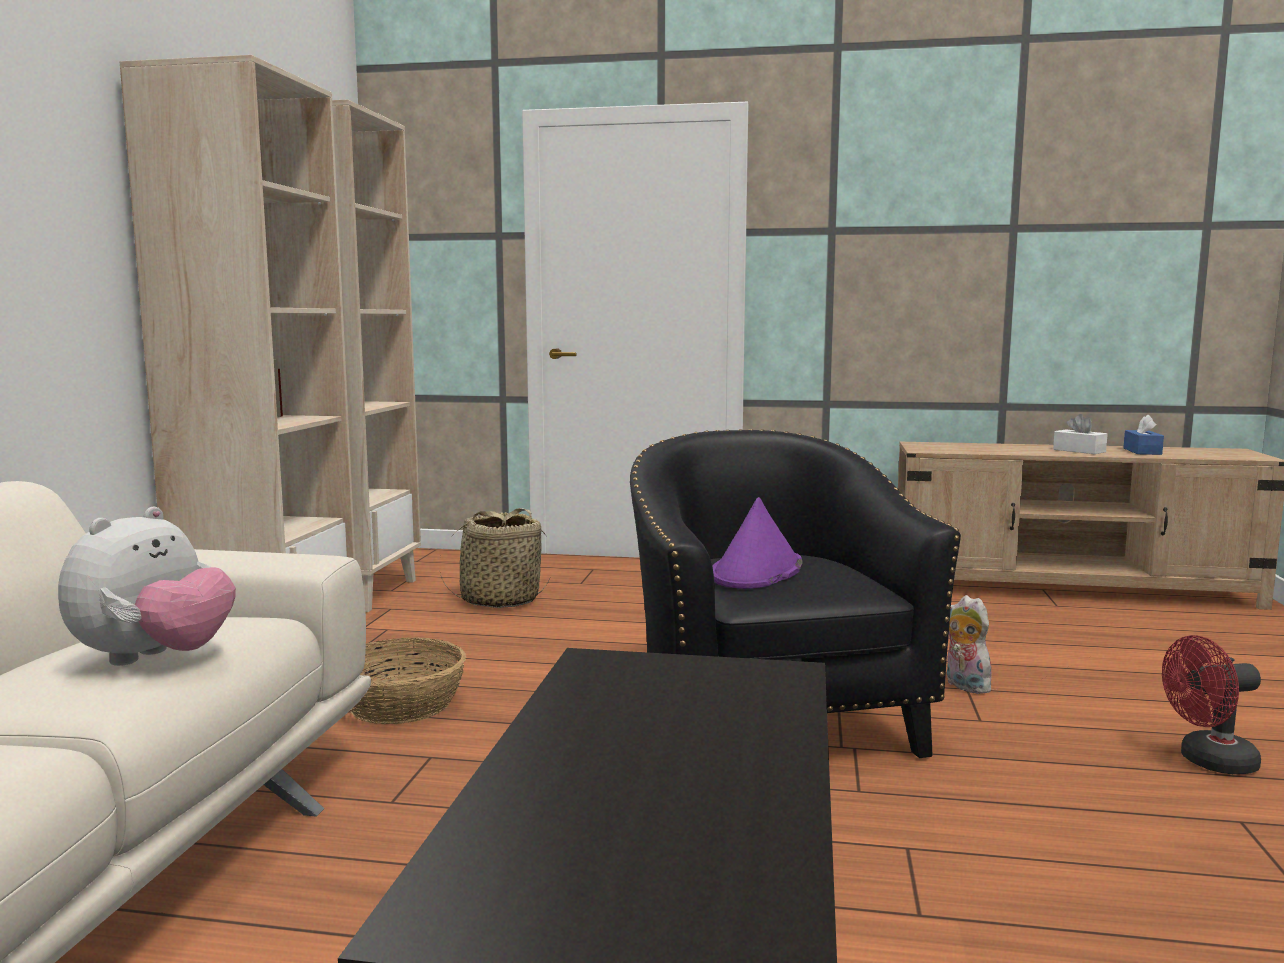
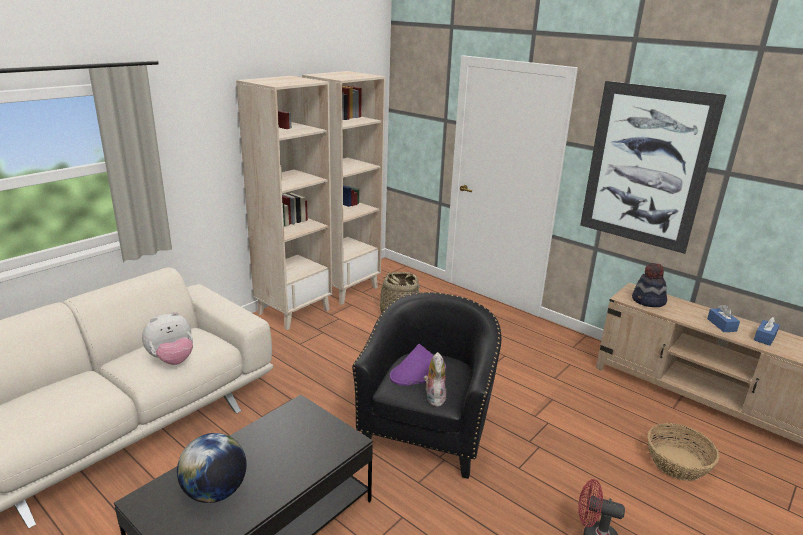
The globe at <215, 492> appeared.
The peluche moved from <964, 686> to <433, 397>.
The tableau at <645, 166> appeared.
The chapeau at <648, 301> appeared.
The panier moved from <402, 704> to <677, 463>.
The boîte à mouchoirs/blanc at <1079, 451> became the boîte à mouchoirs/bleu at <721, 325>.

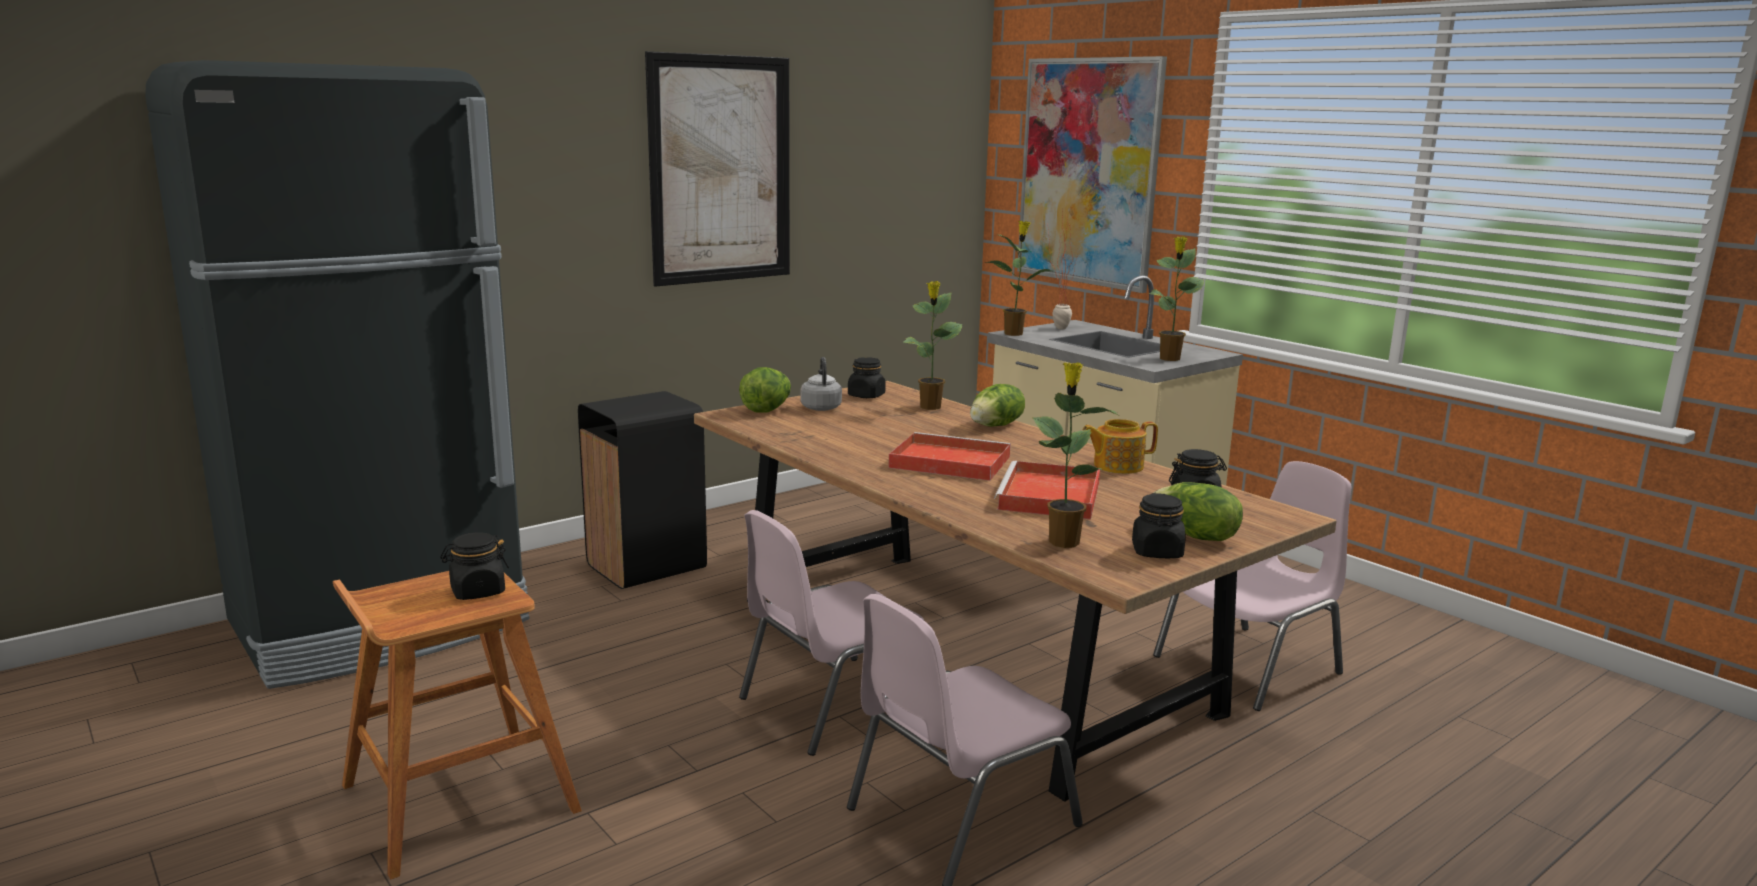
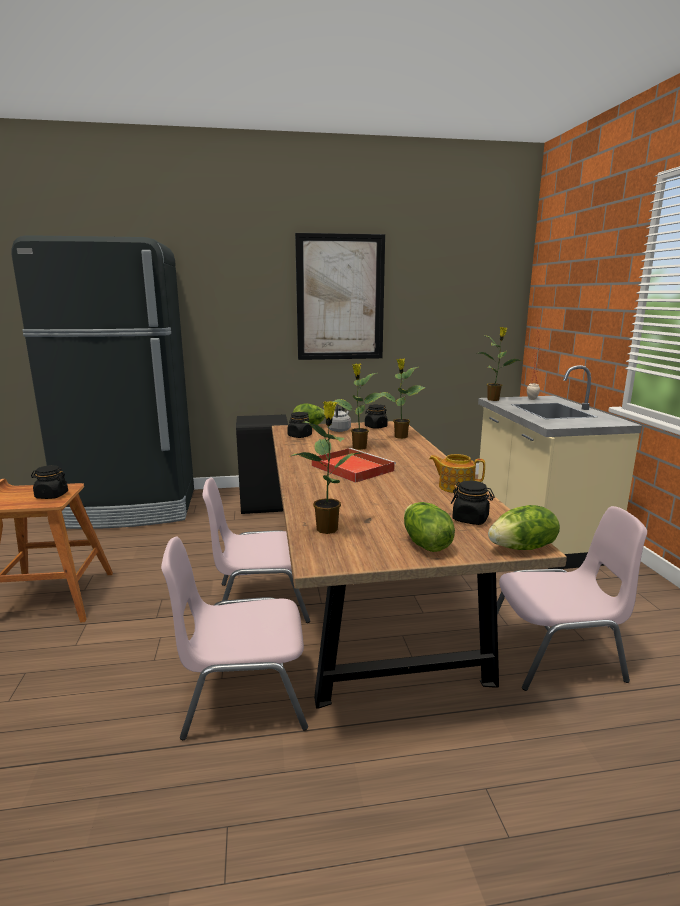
The bocal/noir moved from <1157, 552> to <299, 436>.
The plante en pot moved from <1169, 359> to <358, 448>.
The laitue moved from <996, 426> to <523, 548>.
The plateau/rouge at <1050, 497> disappeared.
The tableau at <1088, 172> disappeared.

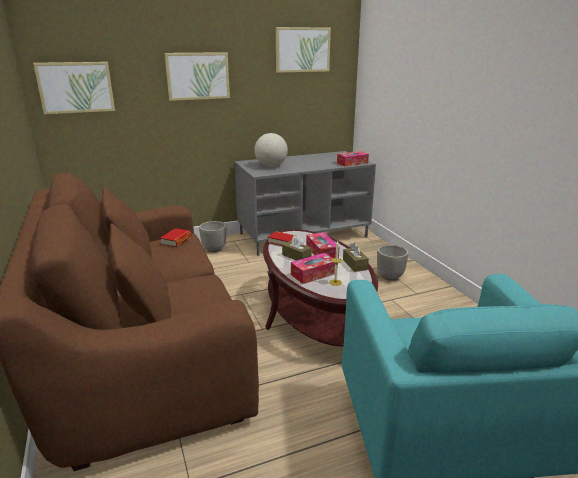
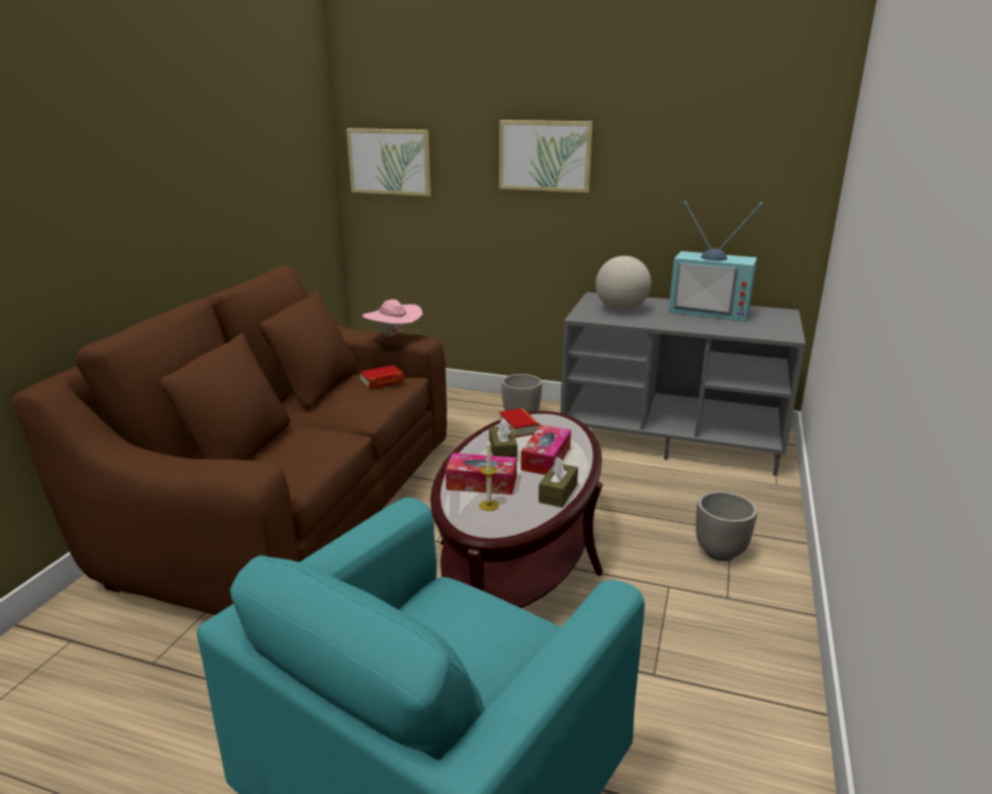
The chapeau/rose at <394, 337> appeared.
The téléviseur at <710, 311> appeared.
The tableau at <302, 50> disappeared.
The boîte à mouchoirs at <352, 163> disappeared.

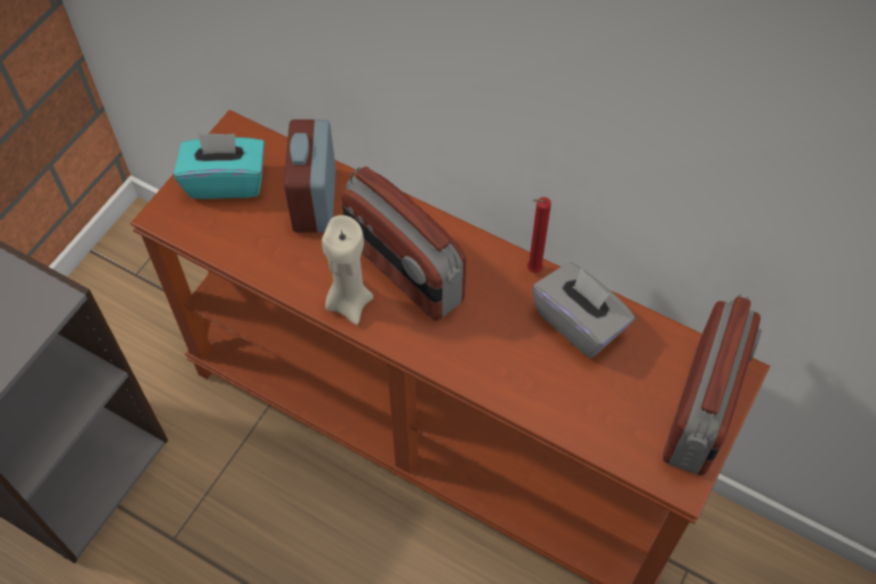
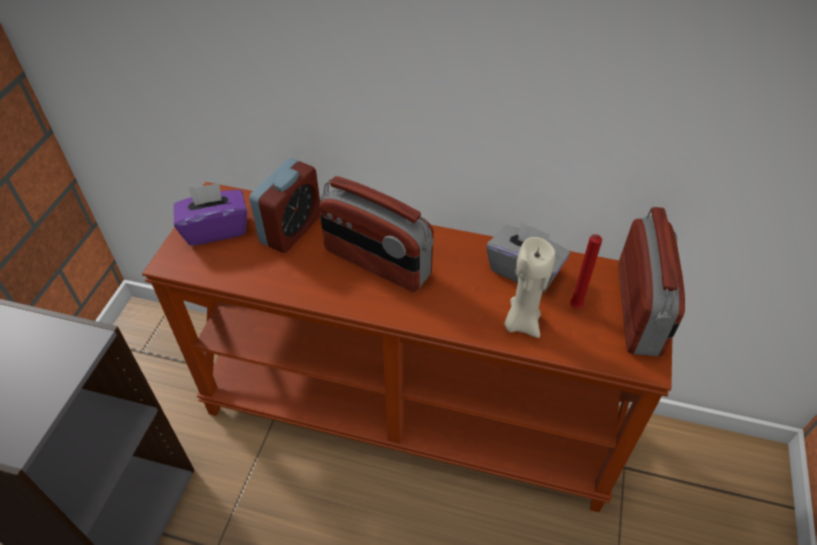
The boîte à mouchoirs/turquoise at <226, 181> became the boîte à mouchoirs/violet at <216, 229>.
The réveil at <315, 201> turned 135 degrees counterclockwise.
The bougie/beige moved from <349, 302> to <521, 322>.
The bougie/rouge moved from <532, 270> to <574, 307>.

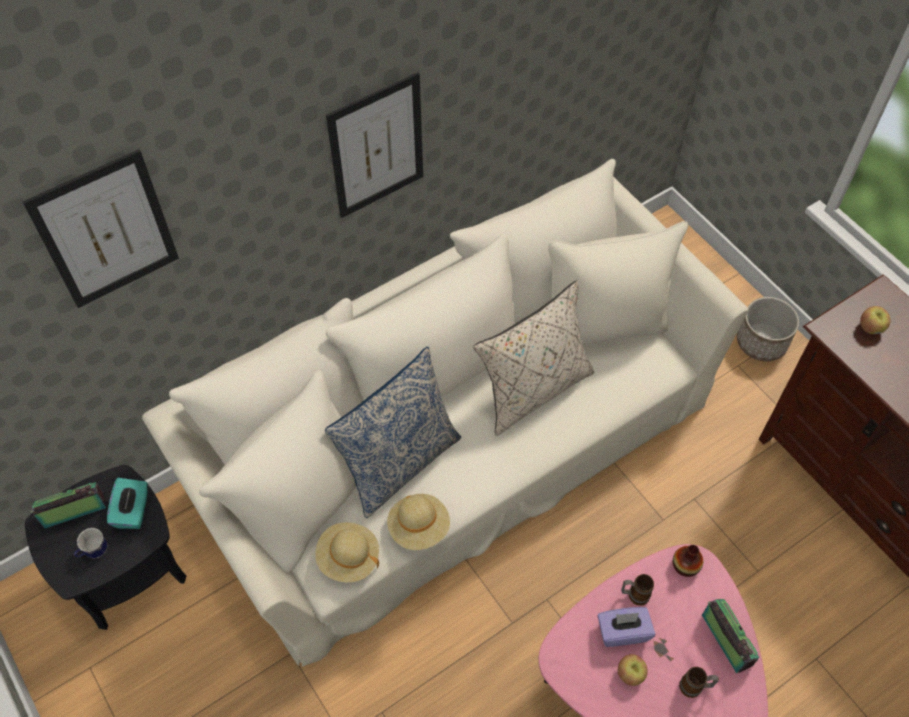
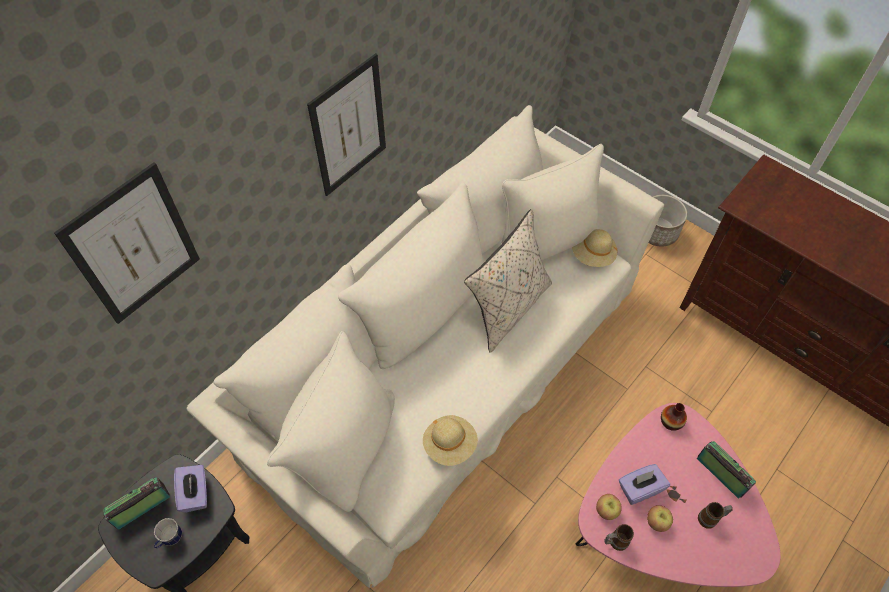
The boîte à mouchoirs/turquoise at <133, 511> became the boîte à mouchoirs/violet at <196, 493>.
The chapeau/beige moved from <348, 558> to <592, 255>.
The pomme moved from <870, 328> to <606, 510>.
The mug moved from <634, 595> to <614, 542>.
The coussin at <399, 462> disappeared.

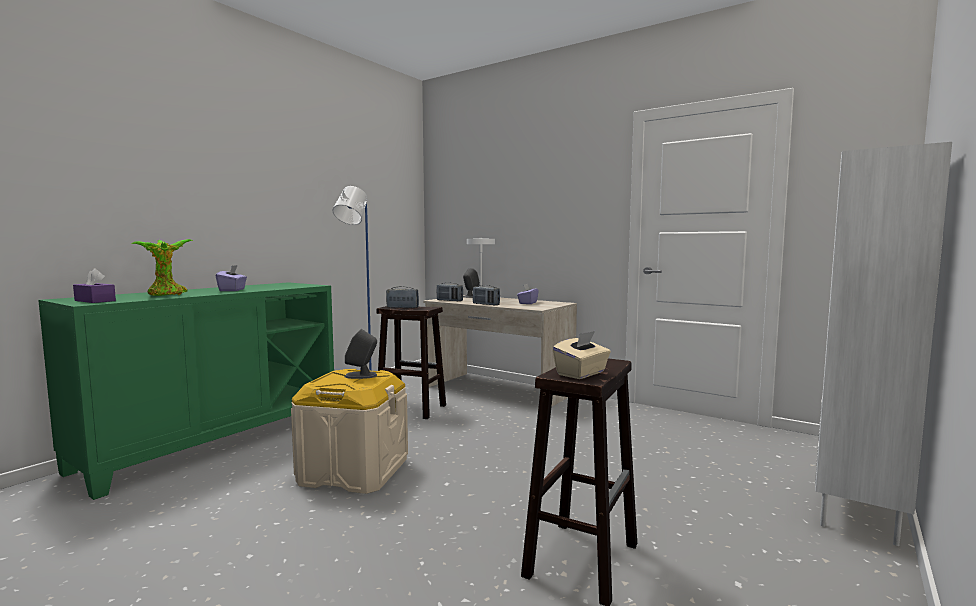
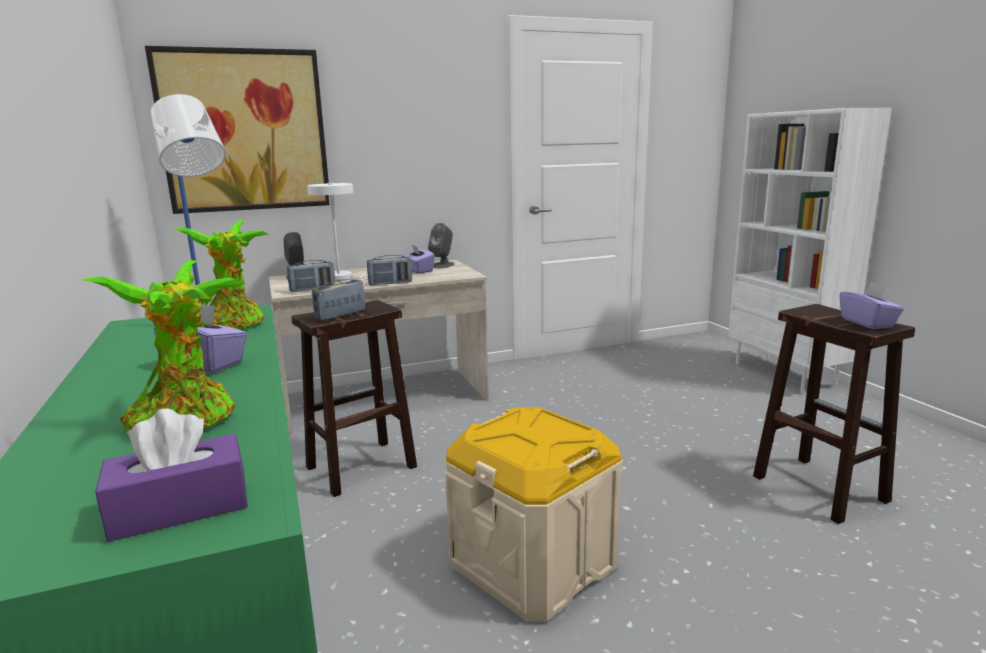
The tableau at <244, 131> appeared.
The plante en pot at <232, 325> appeared.
The enceinte/gris moved from <361, 375> to <442, 265>.
The boîte à mouchoirs/beige at <581, 373> became the boîte à mouchoirs/violet at <867, 323>.

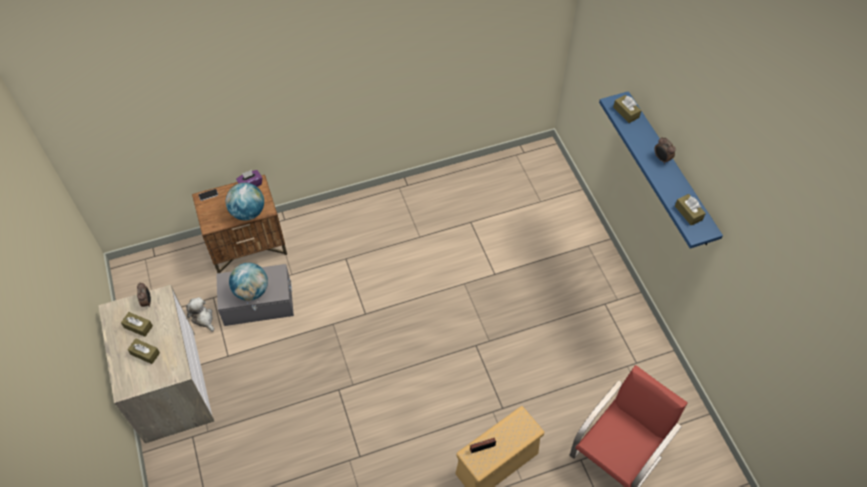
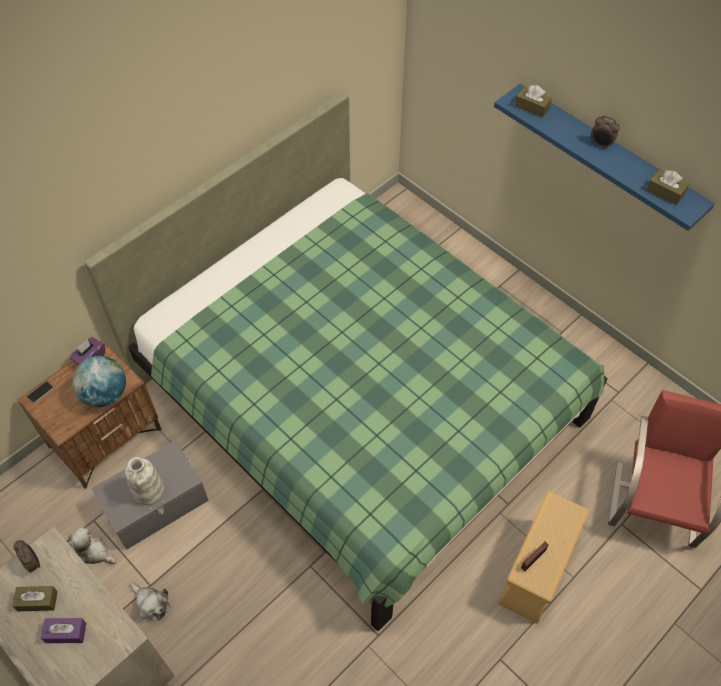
The boîte à mouchoirs/marron at <145, 353> became the boîte à mouchoirs/violet at <66, 633>.
The lit/vert at <359, 402> appeared.
The globe at <251, 291> was replaced by the vase/blanc at <149, 491>.
The peluche at <151, 603> appeared.

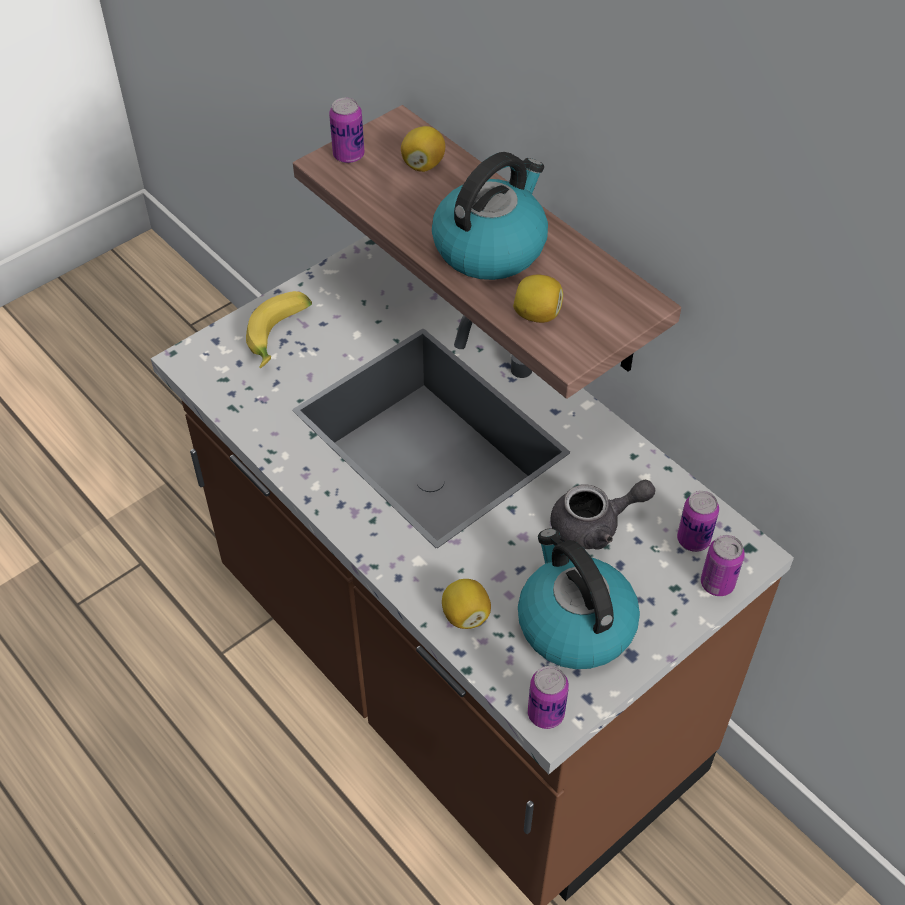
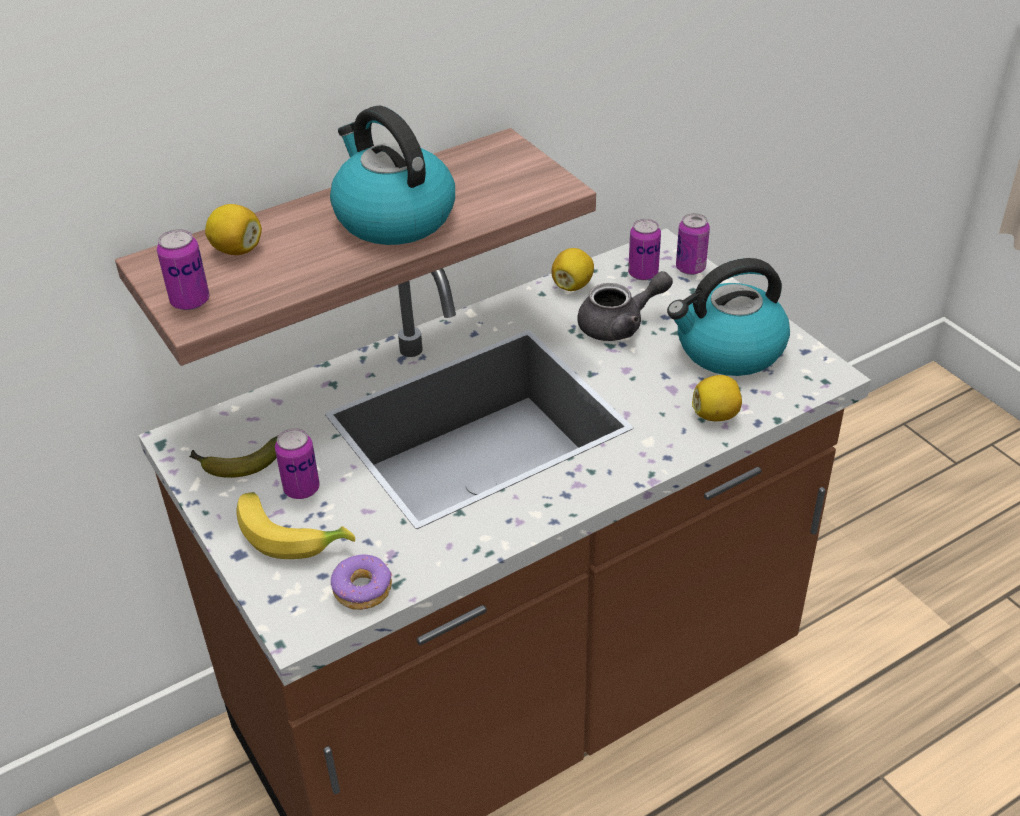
The banane at <236, 464> appeared.
The boîte métallique moved from <545, 714> to <301, 489>.
The beignet at <363, 589> appeared.
The citron moved from <537, 314> to <572, 285>.
The théière/gris at <595, 526> turned 75 degrees clockwise.

